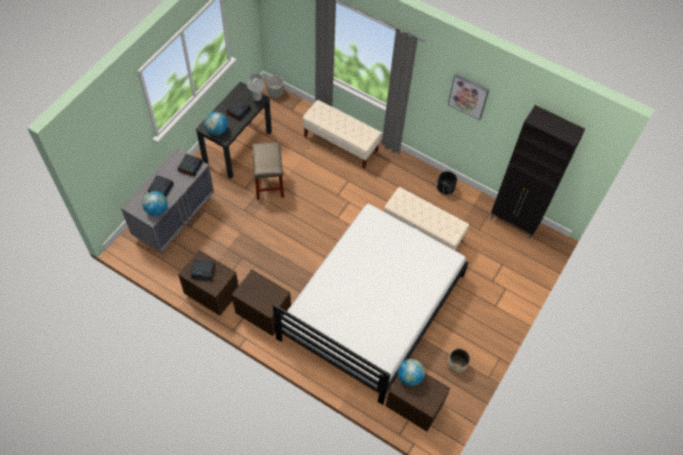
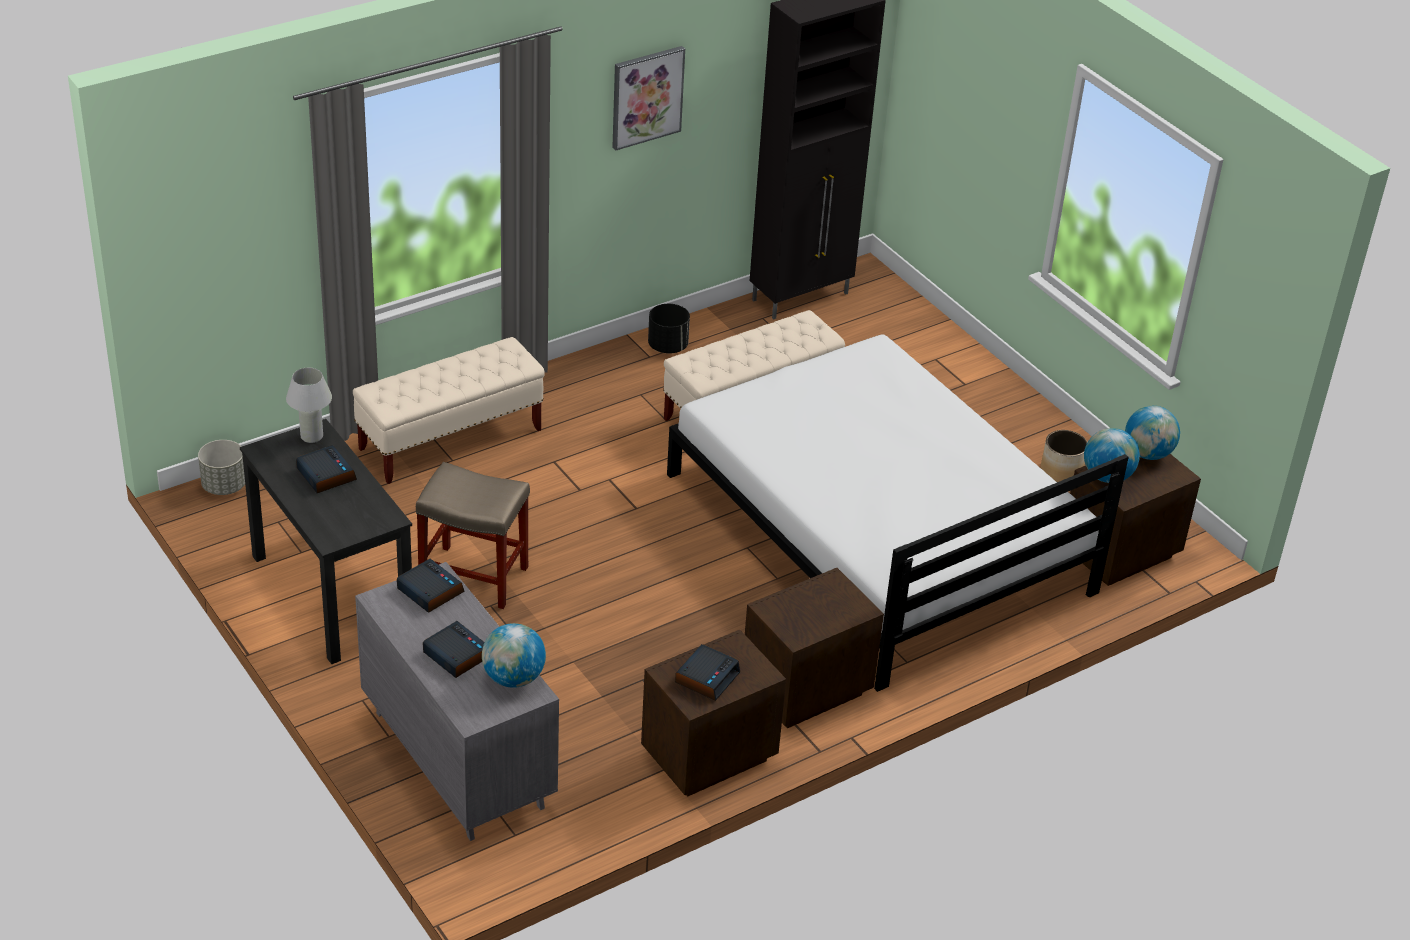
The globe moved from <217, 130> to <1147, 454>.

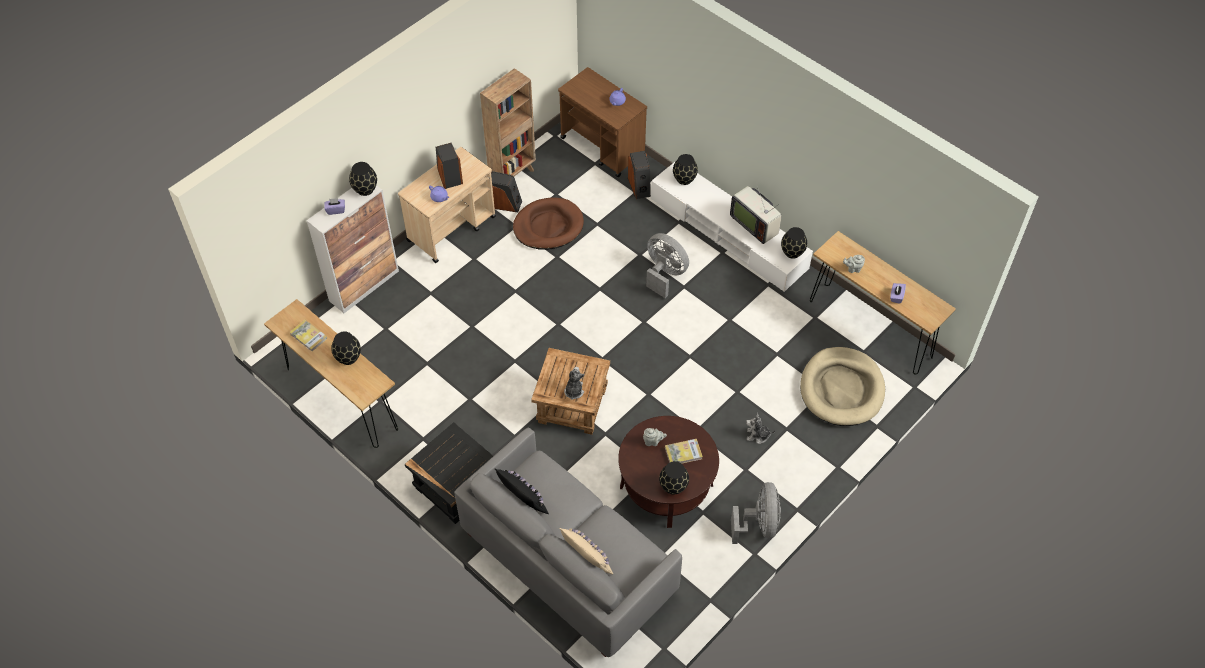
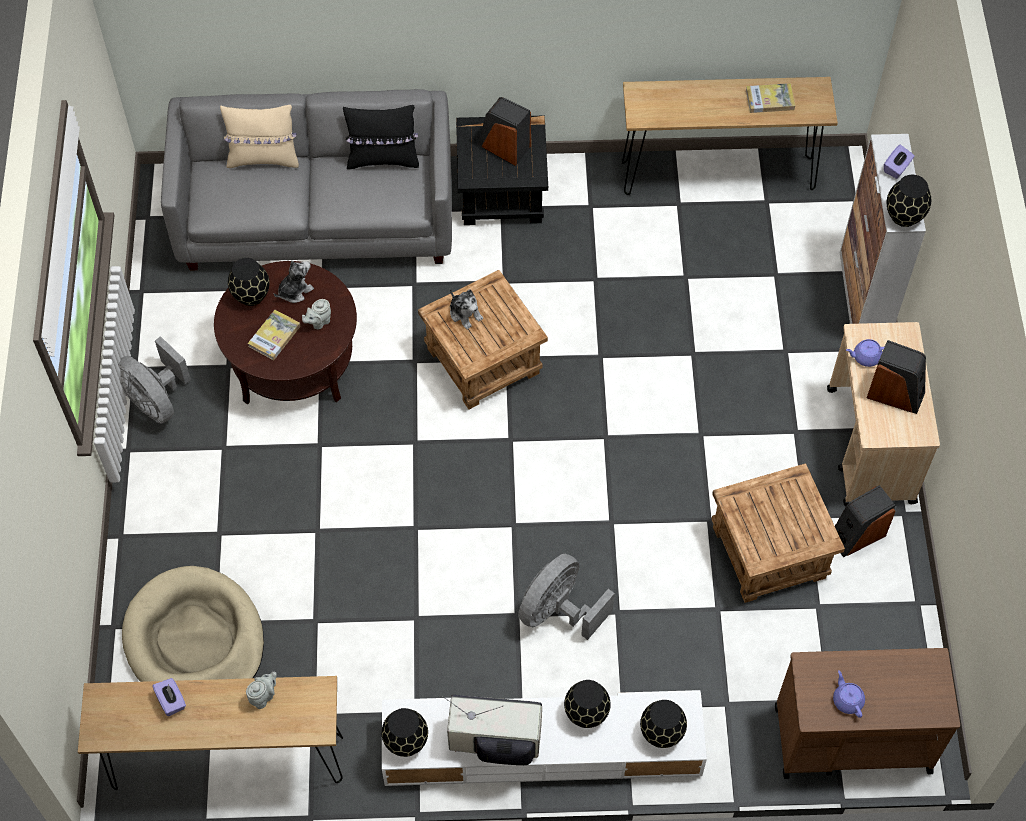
The peluche moved from <757, 435> to <295, 291>.
The enceinte moved from <639, 187> to <504, 146>.
The ventilateur/gris at <664, 274> turned 135 degrees clockwise.
The vase/noir moved from <348, 358> to <585, 713>.
The panier pour chien/marron at <548, 226> was replaced by the table d'appoint/marron at <769, 551>.
The bibliothèque/marron at <513, 174> disappeared.

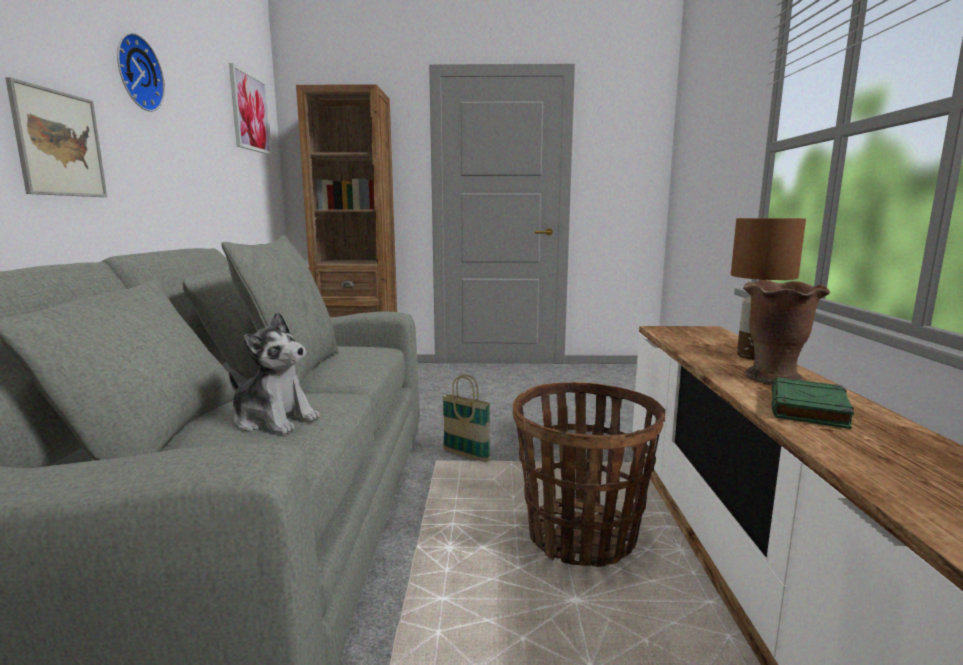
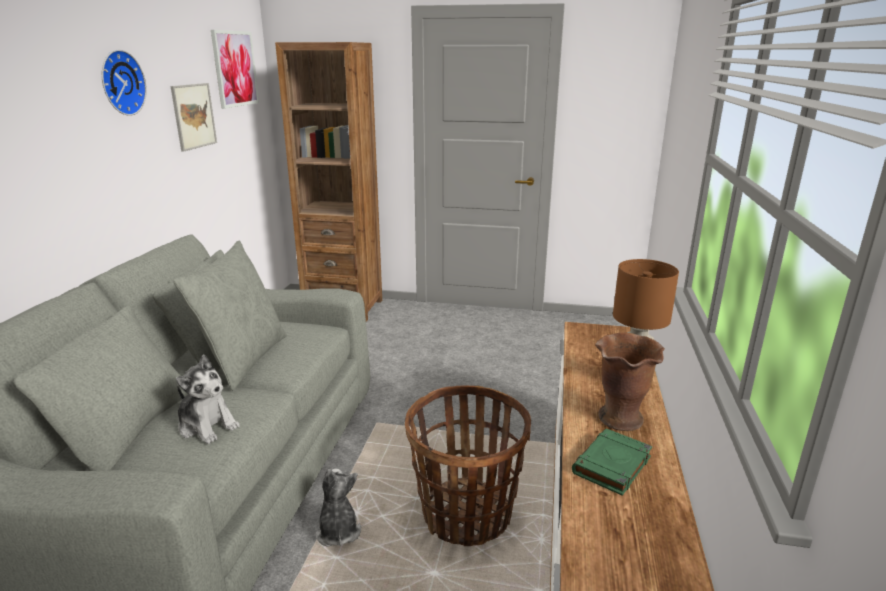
The tableau moved from <59, 144> to <194, 116>.
The peluche at <338, 531> appeared.
The panier at <466, 455> disappeared.

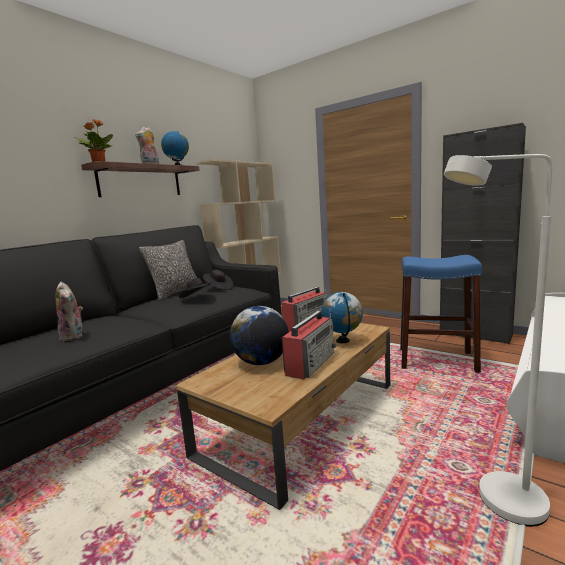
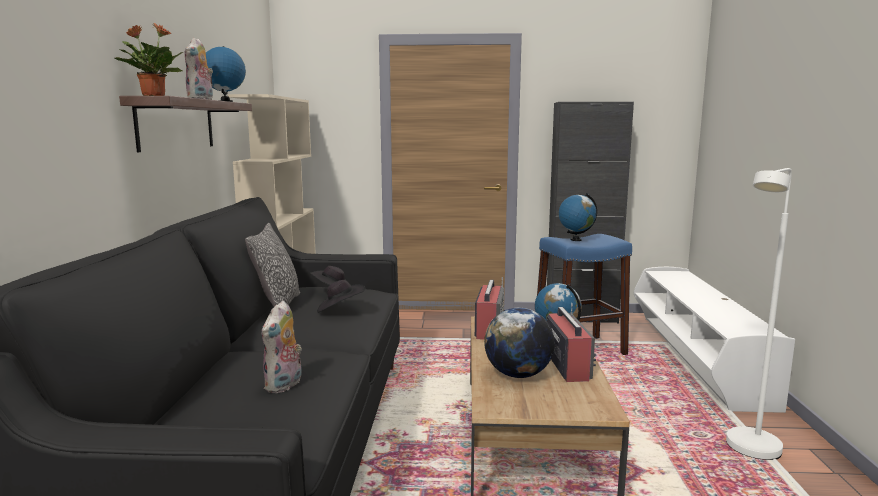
The peluche at <74, 336> turned 90 degrees clockwise.
The globe at <576, 240> appeared.

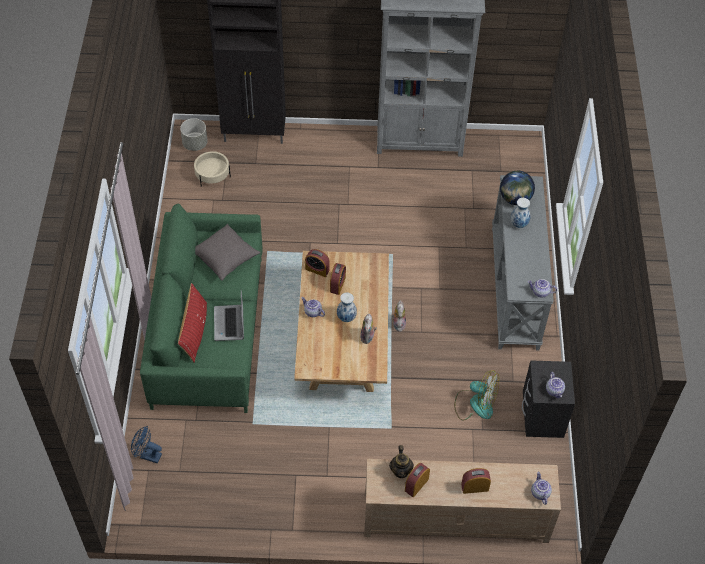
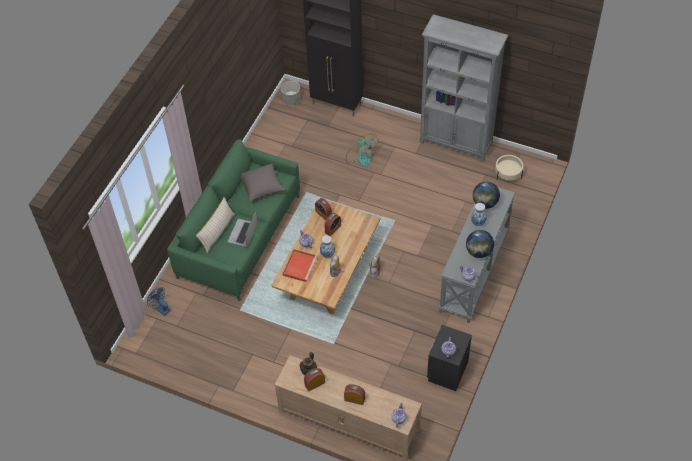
The coussin/rouge at <194, 331> became the coussin/beige at <217, 232>.
The plateau/rouge at <299, 266> appeared.
The ventilateur moved from <475, 404> to <361, 156>.
The globe at <479, 252> appeared.
The cache-pot/beige moved from <212, 175> to <508, 173>.

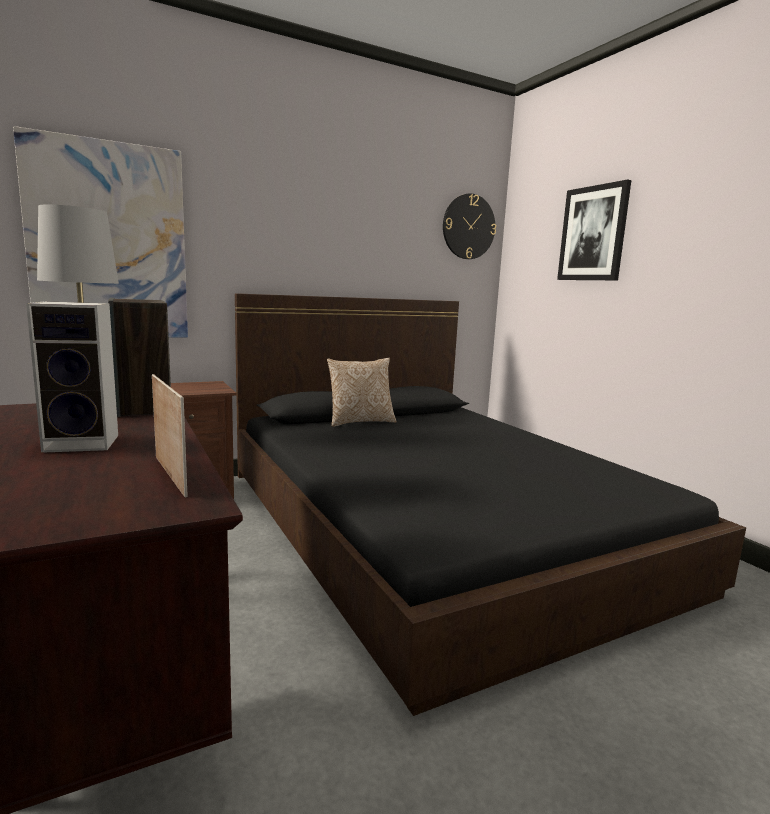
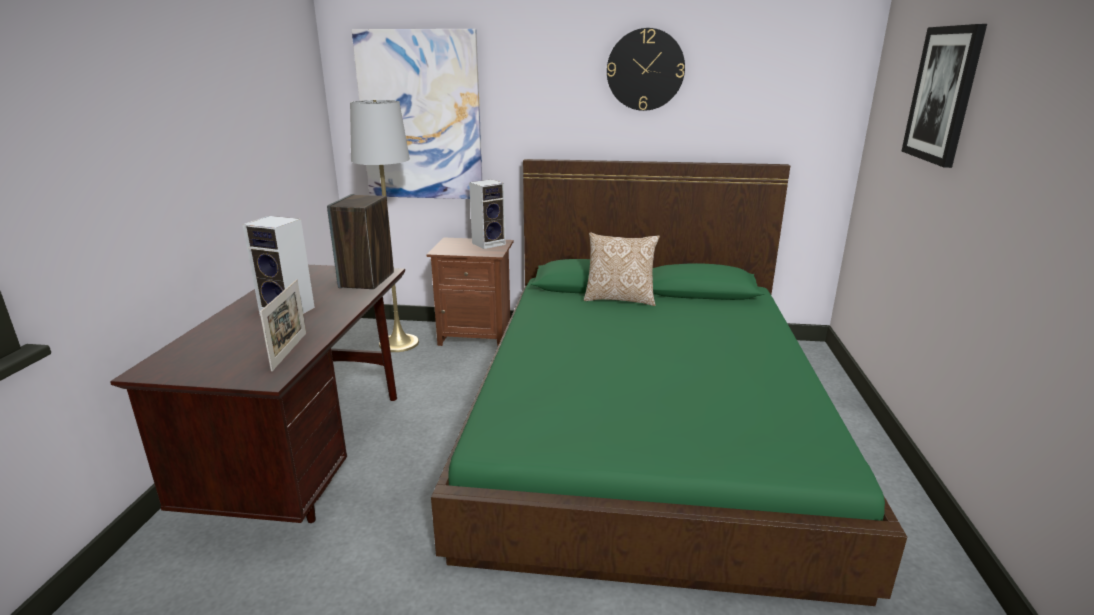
The lit/noir at <433, 524> became the lit/vert at <646, 420>.
The enceinte at <489, 243> appeared.
The horloge murale moved from <468, 227> to <645, 70>.

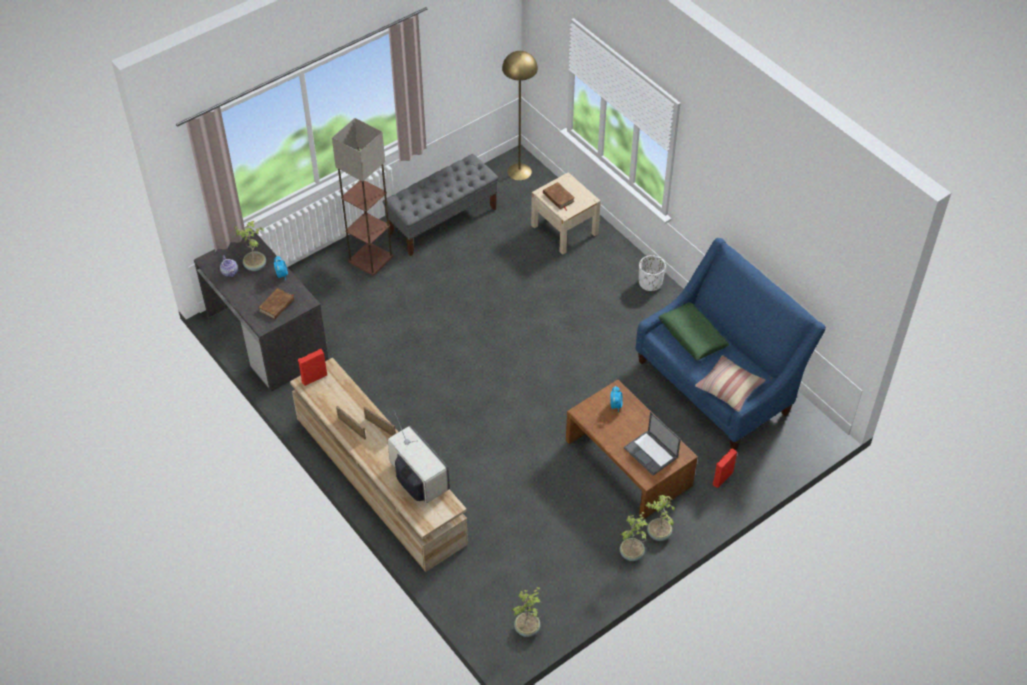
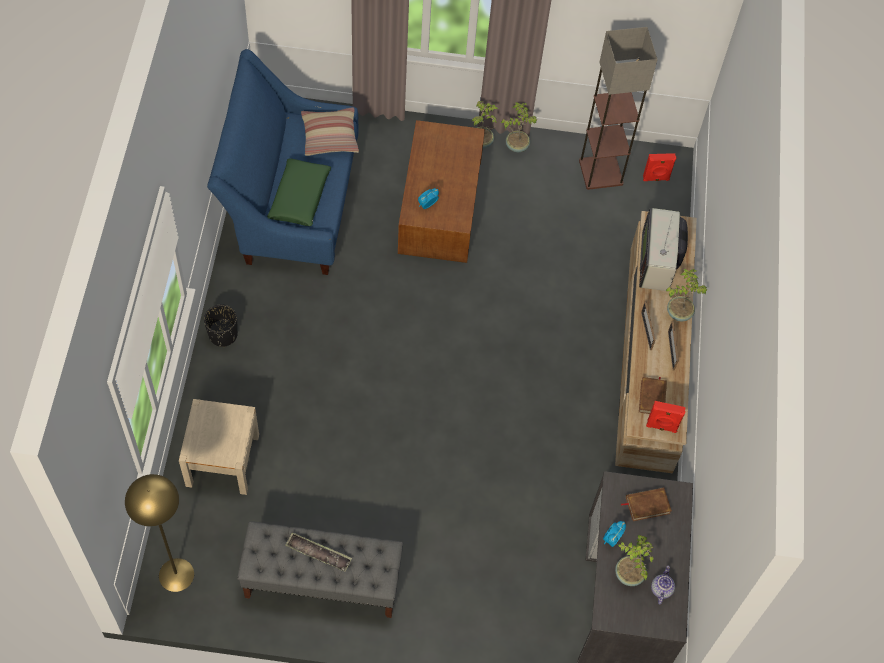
The cache-pot/blanc at <650, 283> became the cache-pot/noir at <223, 334>.
The plateau at <318, 553> appeared.
The lampadaire moved from <370, 258> to <600, 173>.
The livre/marron moved from <558, 197> to <652, 397>.
The enceinte/rouge moved from <722, 478> to <656, 178>.
The plante en pot moved from <527, 628> to <678, 312>.
The ordinateur portable at <651, 453> disappeared.

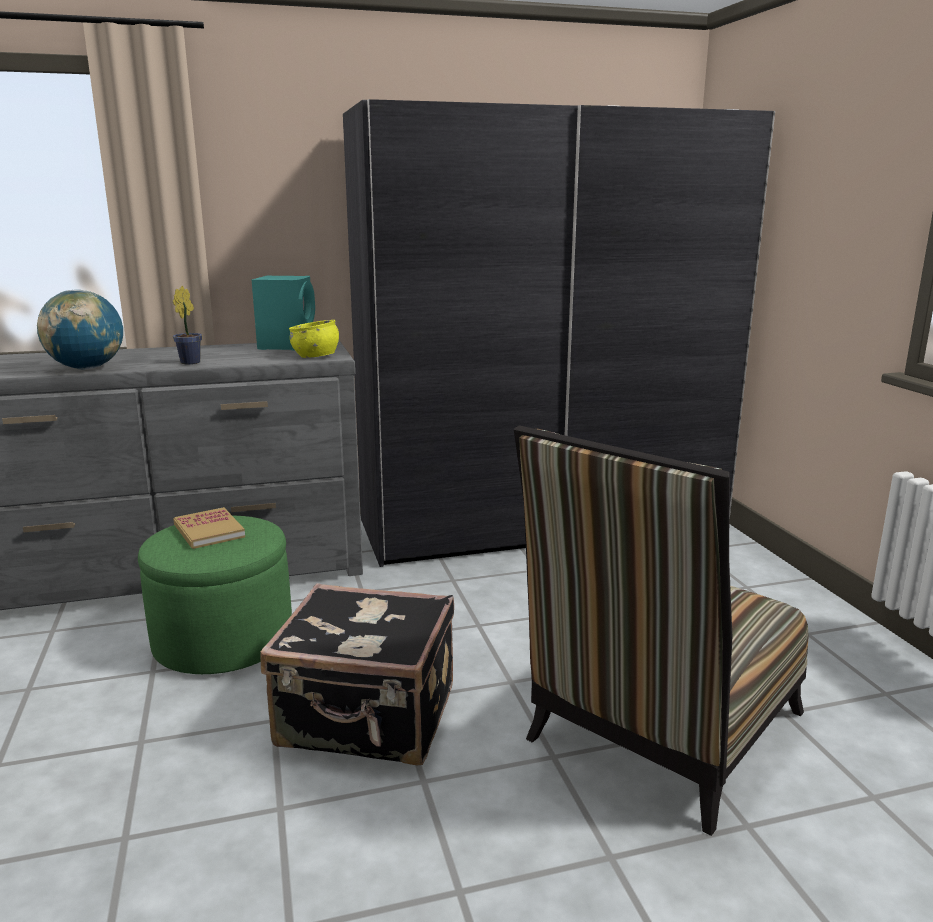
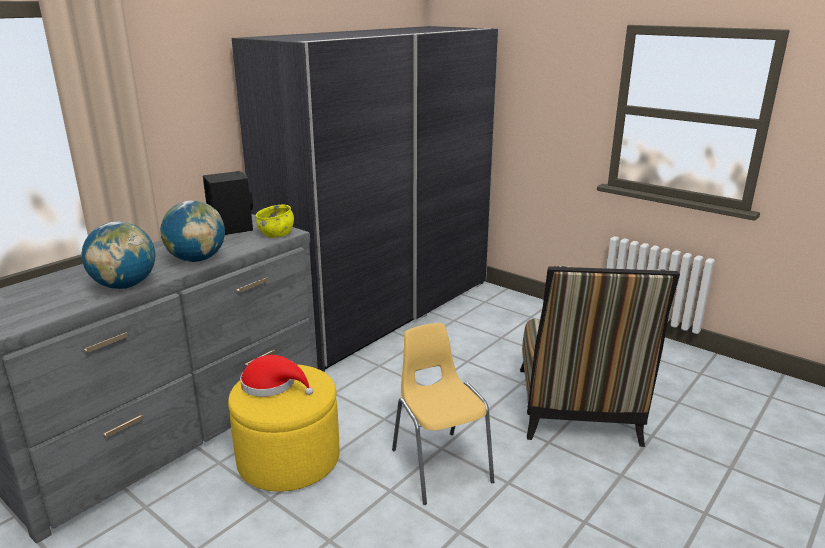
The plante en pot at <192, 362> was replaced by the globe at <197, 260>.
The enceinte/turquoise at <287, 346> became the enceinte/noir at <231, 228>.
The pouf/vert at <223, 640> became the pouf/jaune at <289, 459>.
The livre at <209, 531> was replaced by the chapeau/rouge at <272, 385>.
The valise/noir at <368, 719> was replaced by the chaise/jaune at <440, 465>.

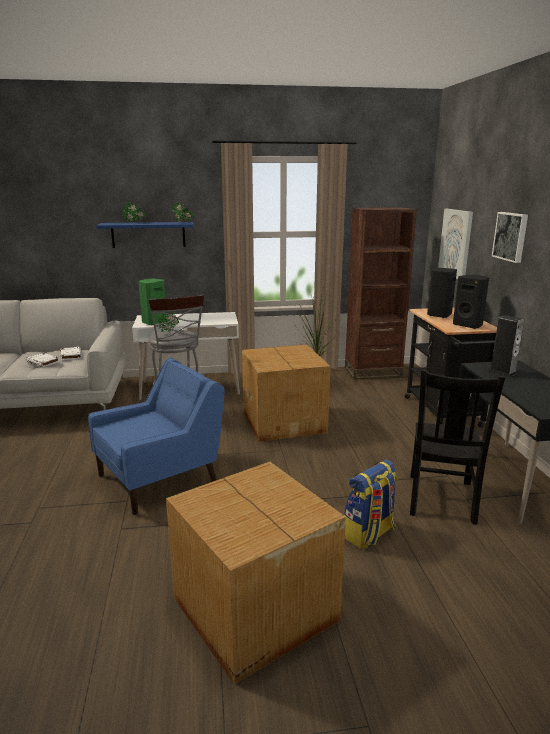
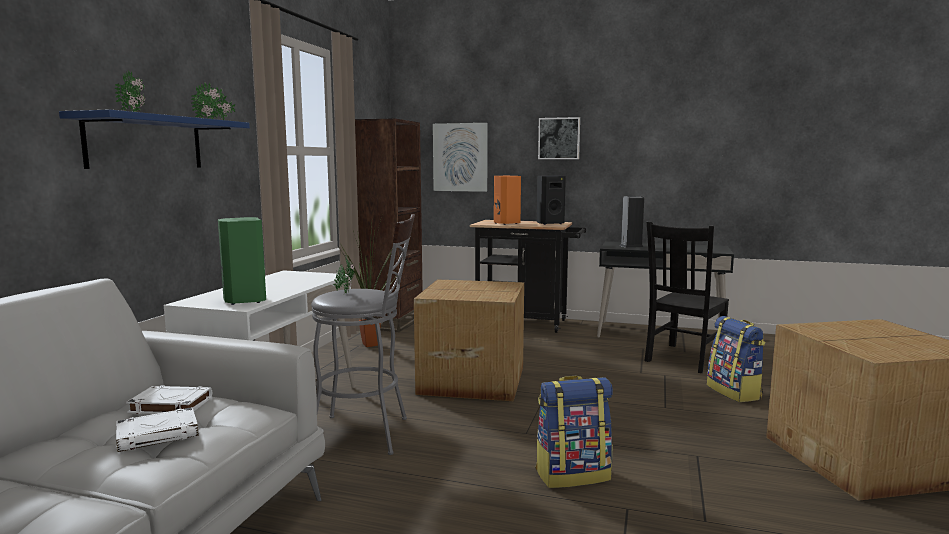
The enceinte/noir at <438, 315> became the enceinte/orange at <505, 223>.
The fauteuil/bleu at <161, 478> was replaced by the sac à dos at <573, 474>.
The chaise/noir at <441, 500> turned 90 degrees clockwise.

